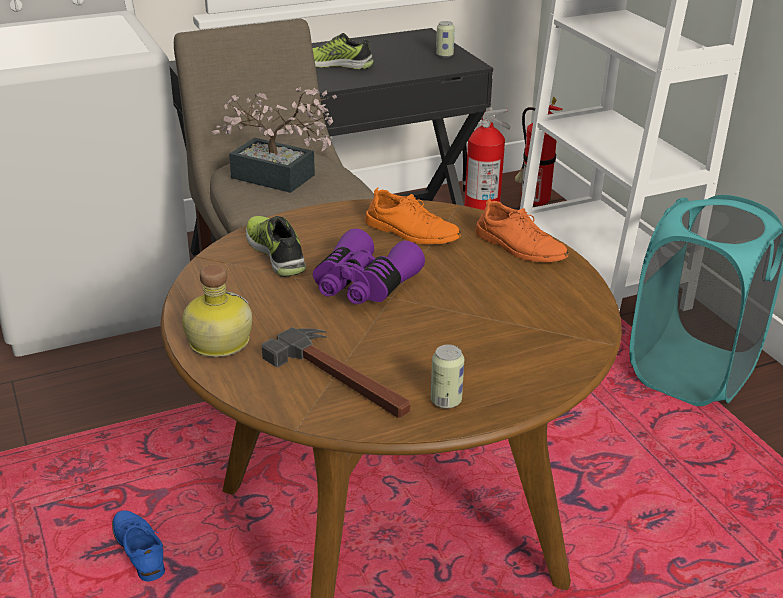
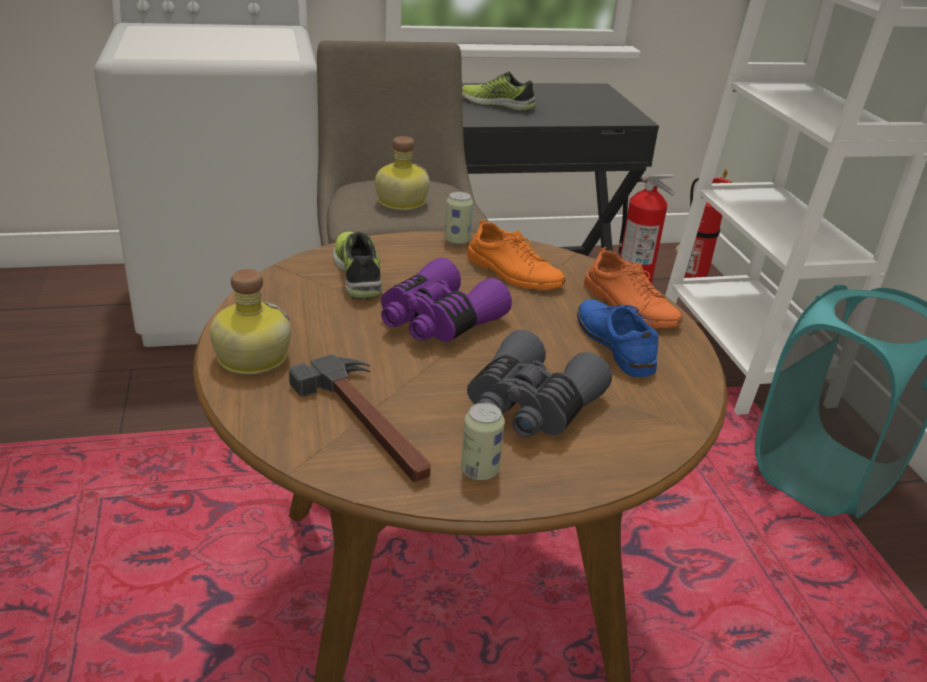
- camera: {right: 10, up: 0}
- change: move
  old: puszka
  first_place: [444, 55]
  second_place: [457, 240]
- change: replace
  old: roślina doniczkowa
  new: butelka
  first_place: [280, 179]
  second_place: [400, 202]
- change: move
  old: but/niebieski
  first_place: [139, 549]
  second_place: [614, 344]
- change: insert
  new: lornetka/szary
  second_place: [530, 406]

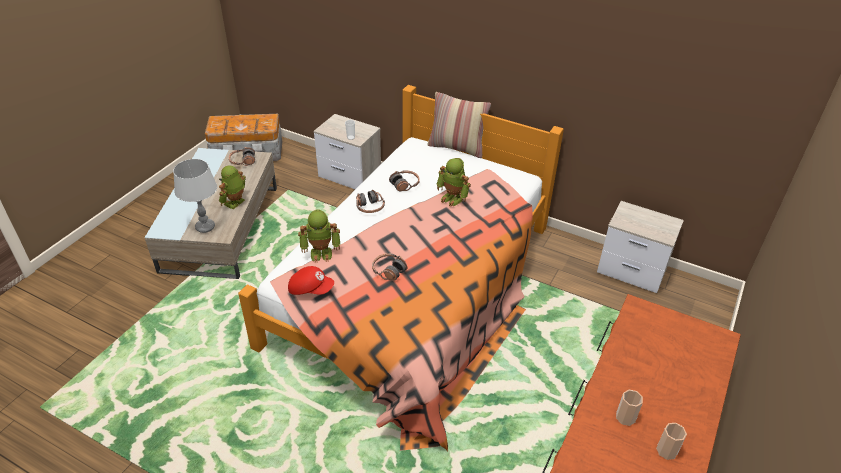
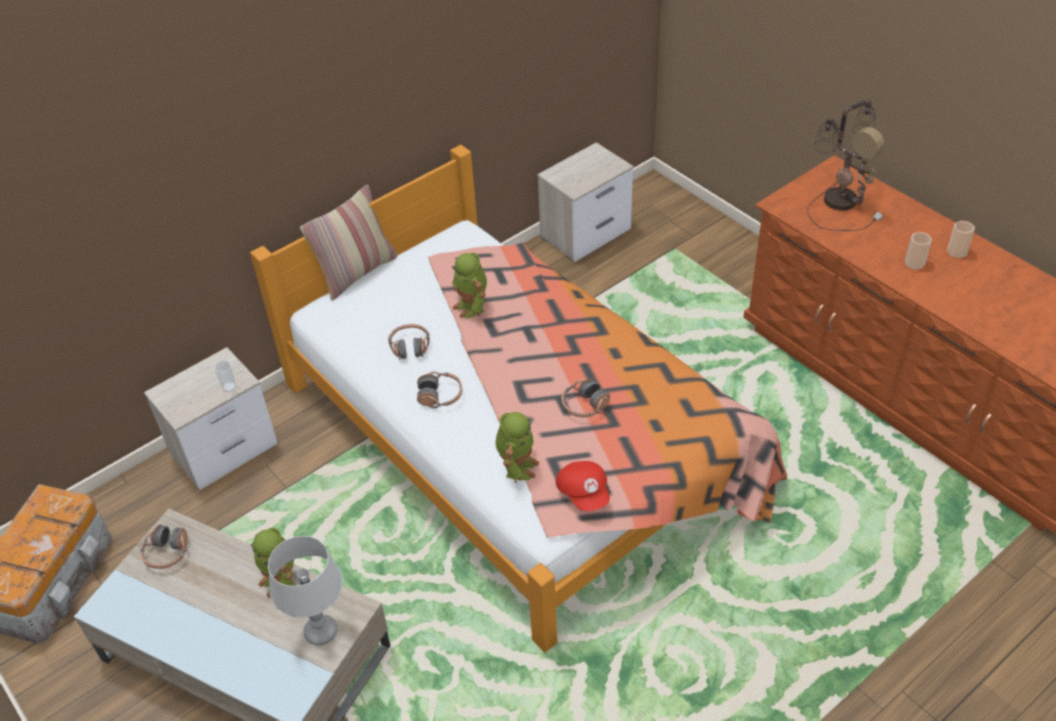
- camera: {right: -65, up: 5}
- change: rotate
  old: robot zabawkowy
  first_place: [453, 198]
  second_place: [472, 306]
  degrees: 90
- change: rotate
  old: czapka z daszkiem/czerwony
  first_place: [311, 289]
  second_place: [584, 493]
  degrees: 120
- change: insert
  new: lampa stołowa
  second_place: [839, 199]

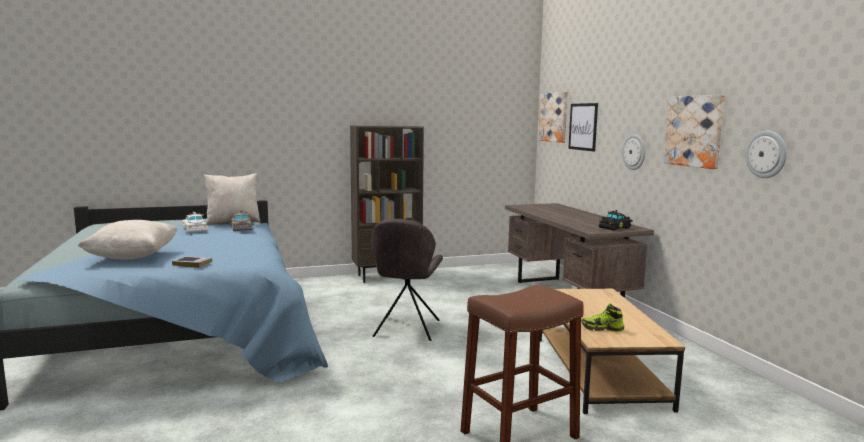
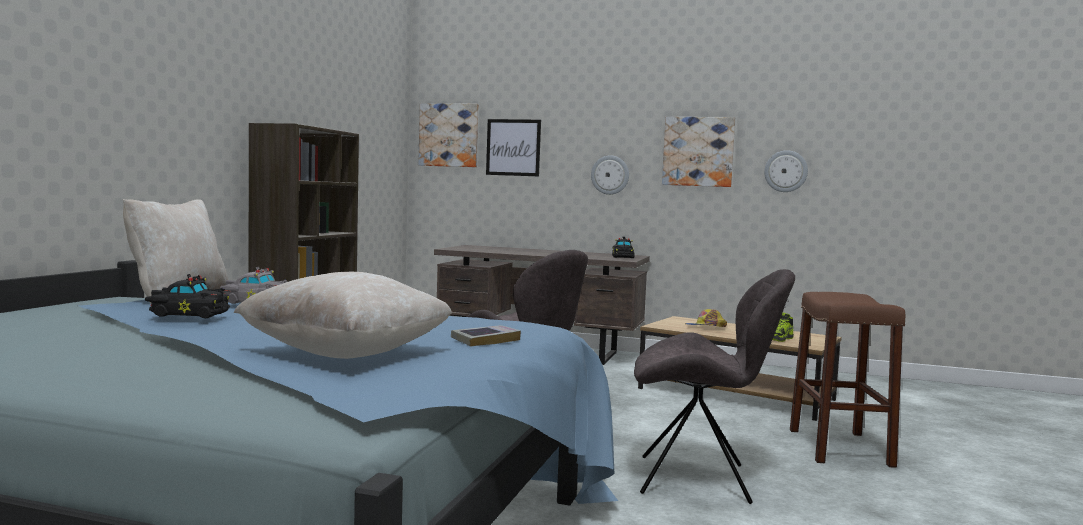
- camera: {right: -55, up: -5}
- change: recolor
  old: samochodzik/biały
  new: samochodzik/czarny
  first_place: [195, 229]
  second_place: [188, 314]
- change: insert
  new: krzesło/szary
  second_place: [699, 480]
- change: insert
  new: czapka z daszkiem
  second_place: [705, 327]

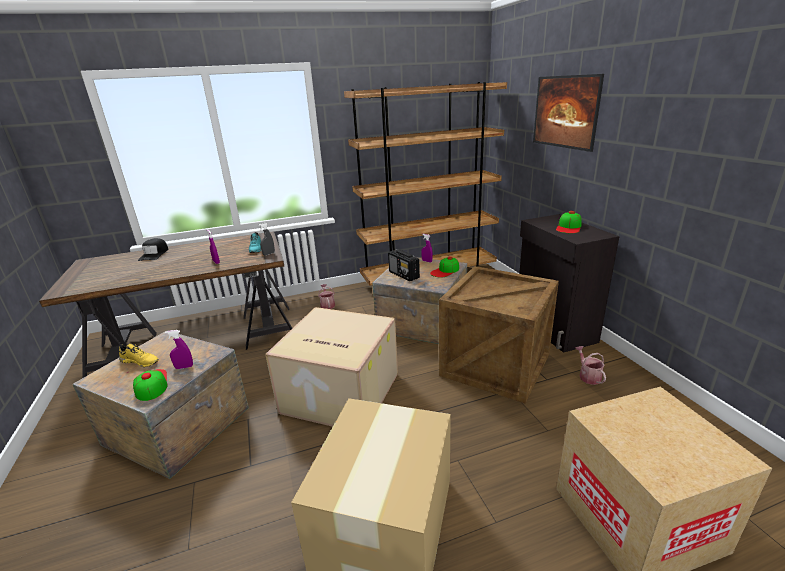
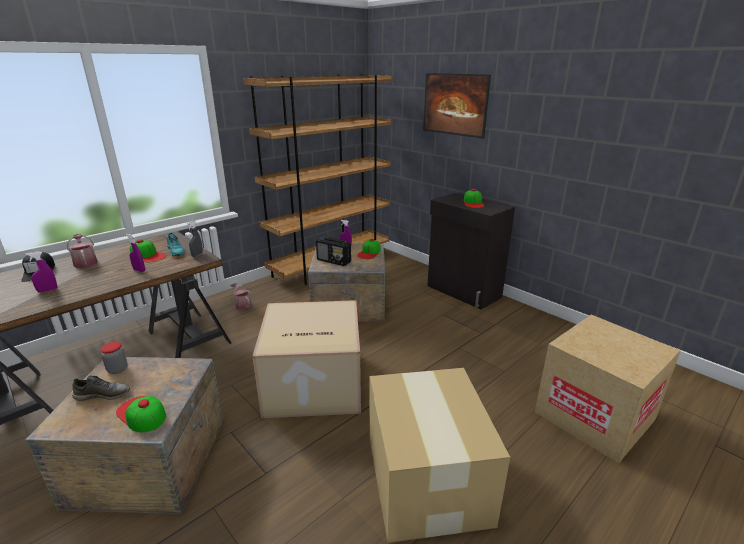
- camera: {right: -25, up: 0}
- change: delete
  old: skrzynka
  first_place: [493, 365]
- change: move
  old: spryskiwacz/fioletowy
  first_place: [184, 367]
  second_place: [47, 290]
- change: recolor
  old: but/żółty
  new: but/szary
  first_place: [141, 361]
  second_place: [103, 394]
- change: move
  old: konewka
  first_place: [588, 376]
  second_place: [85, 262]
- change: insert
  new: czapka z daszkiem
  second_place: [148, 255]
- change: insert
  new: słoik
  second_place: [117, 369]

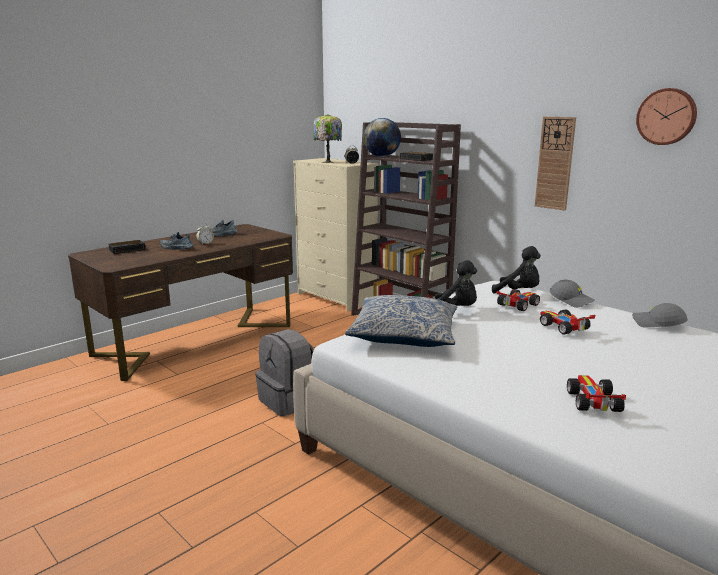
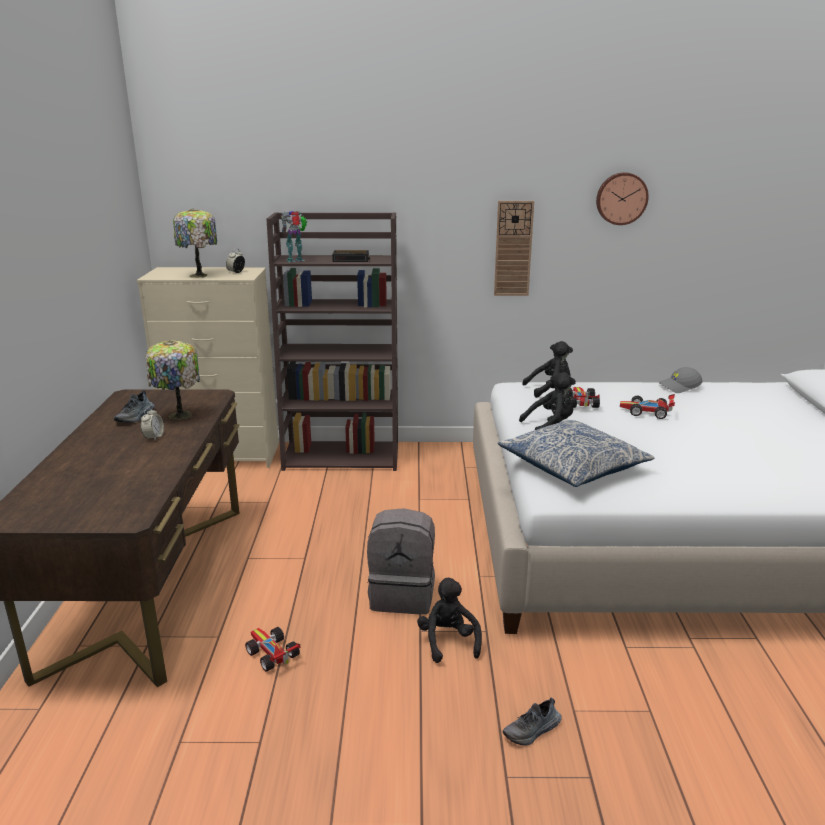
- camera: {right: -45, up: 5}
- change: replace
  old: globus
  new: robot zabawkowy
  first_place: [382, 156]
  second_place: [296, 260]
- change: move
  old: but
  first_place: [176, 248]
  second_place: [532, 731]
- change: delete
  old: budzik
  first_place: [128, 249]
- change: delete
  old: czapka z daszkiem/szary
  first_place: [572, 301]
- change: move
  old: samochodzik
  first_place: [591, 401]
  second_place: [271, 654]
- change: insert
  new: lampa stołowa
  second_place: [178, 416]
- change: insert
  new: pluszak/czarny
  second_place: [448, 641]

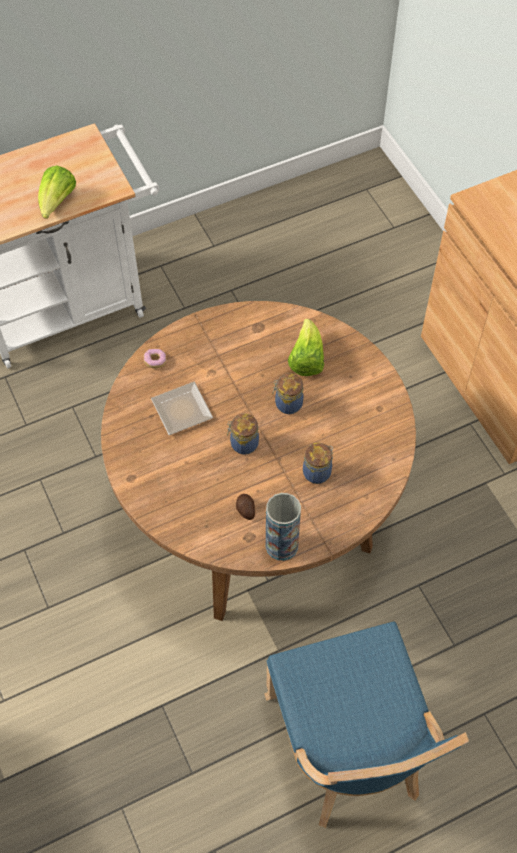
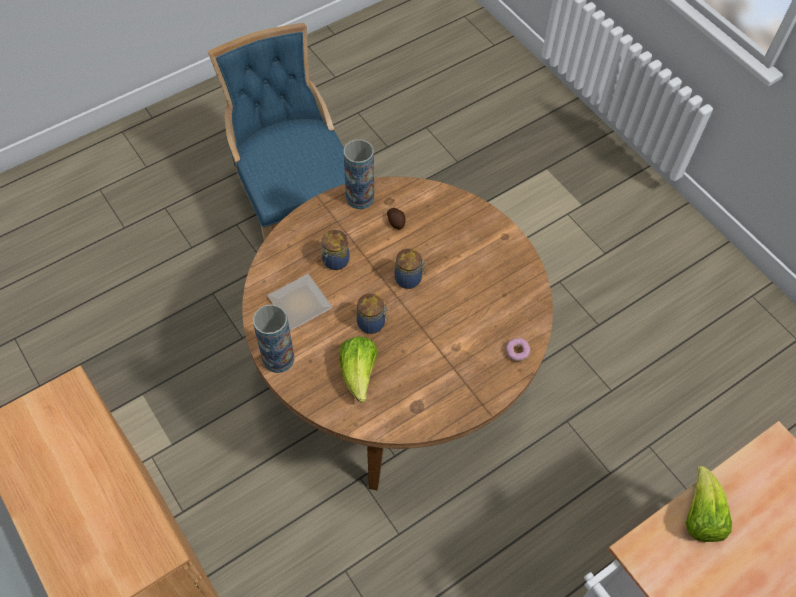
- camera: {right: 170, up: 0}
- change: move
  old: talerz
  first_place: [184, 411]
  second_place: [297, 303]
- change: insert
  new: wazon
  second_place: [278, 358]

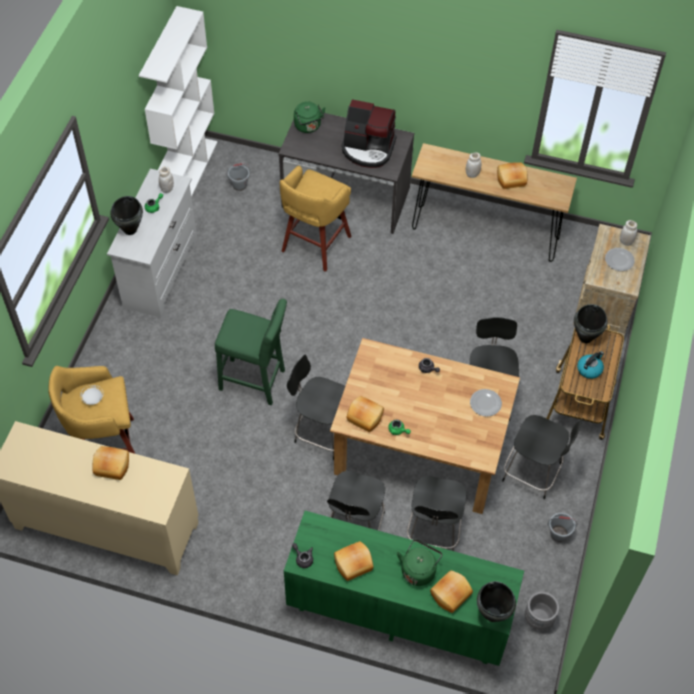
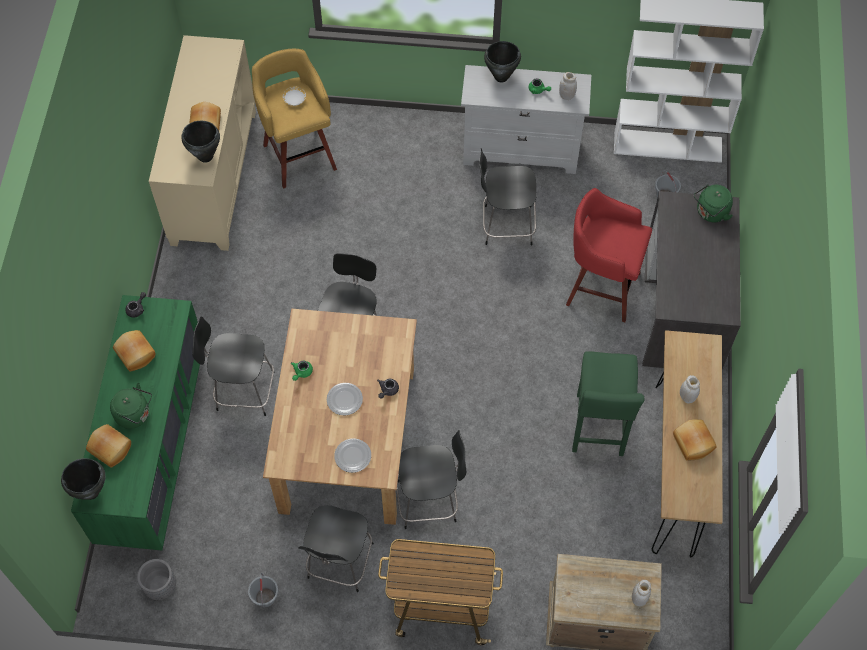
- camera: {right: 80, up: 5}
- change: delete
  old: ekspres do kawy
  first_place: [368, 149]
- change: recolor
  old: stołek/żółty
  new: stołek/czerwony
  first_place: [315, 245]
  second_place: [600, 288]
- change: move
  old: talerz
  first_place: [618, 260]
  second_place: [344, 399]
- change: move
  old: stołek/zielony
  first_place: [255, 382]
  second_place: [598, 428]
- change: move
  old: garnek/czarny
  first_place: [586, 337]
  second_place: [206, 157]
- change: delete
  old: czajnik
  first_place: [589, 369]
- change: delete
  old: chleb
  first_place: [365, 416]
- change: move
  old: krzesło/czarny
  first_place: [433, 532]
  second_place: [505, 225]

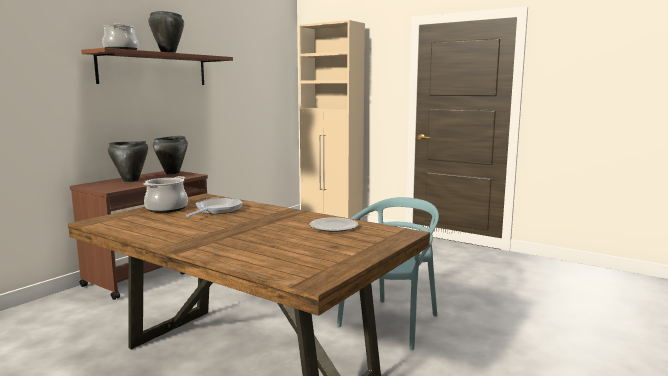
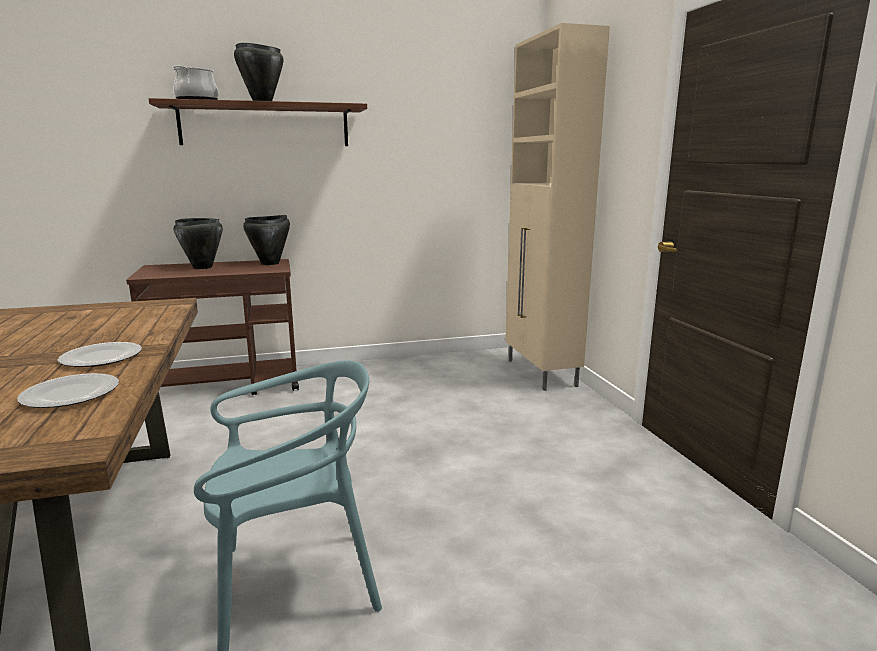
- camera: {right: 40, up: 5}
- change: delete
  old: garnek
  first_place: [166, 209]
- change: delete
  old: patelnia
  first_place: [217, 210]
- change: insert
  new: talerz
  second_place: [102, 357]

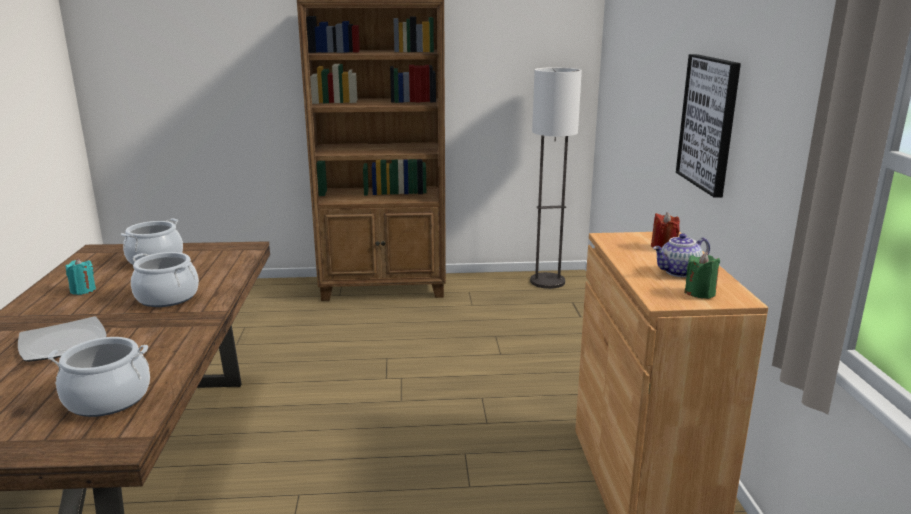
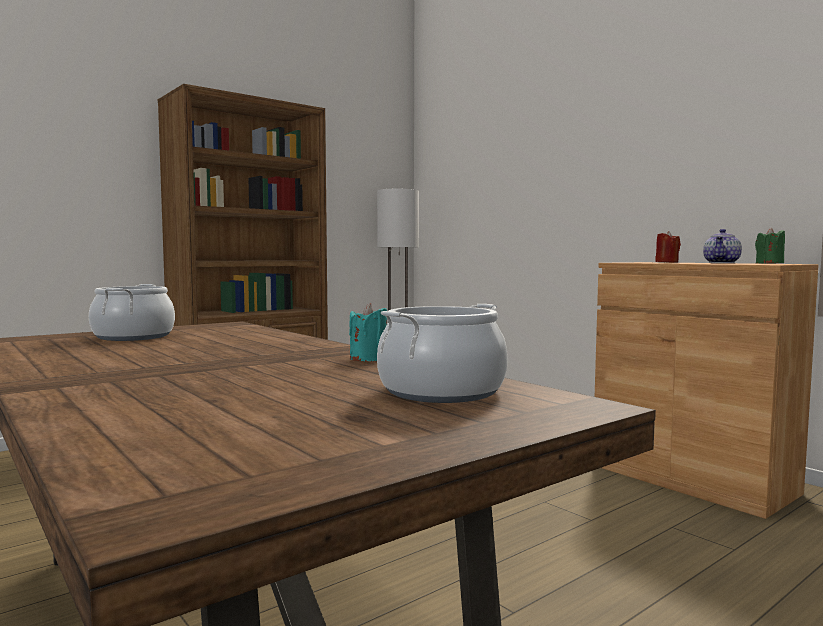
- camera: {right: -35, up: -15}
- change: delete
  old: obraz
  first_place: [709, 123]
- change: delete
  old: garnek
  first_place: [167, 297]
- change: move
  old: świeca/turkusowy
  first_place: [83, 290]
  second_place: [368, 359]
- change: delete
  old: talerz
  first_place: [62, 343]

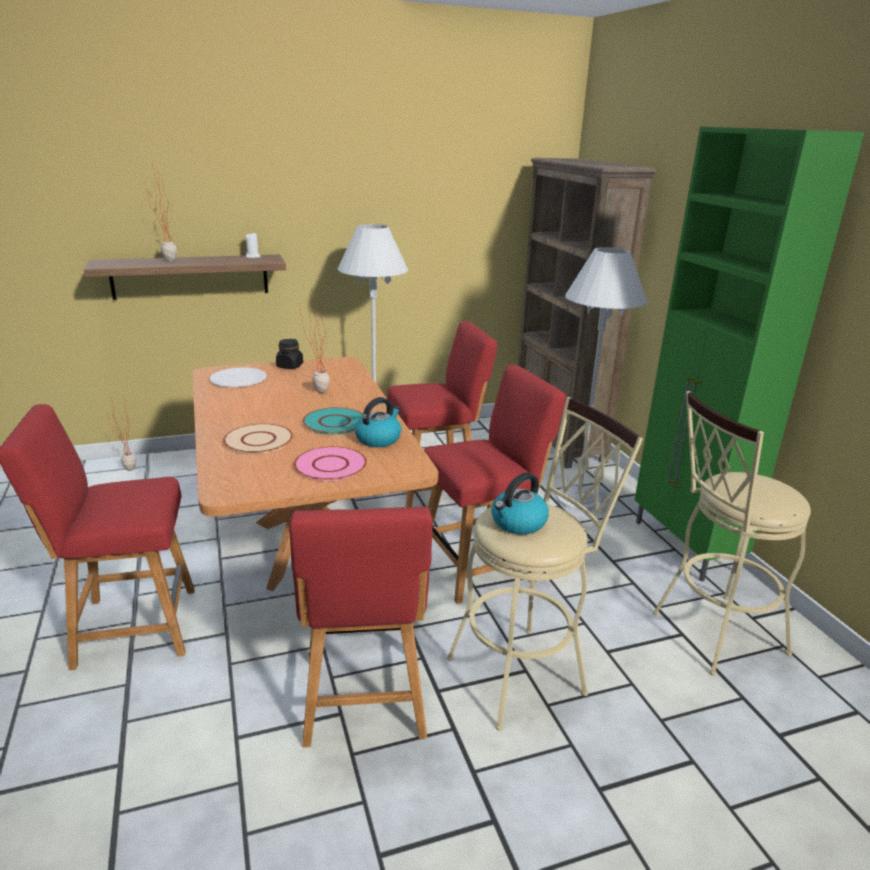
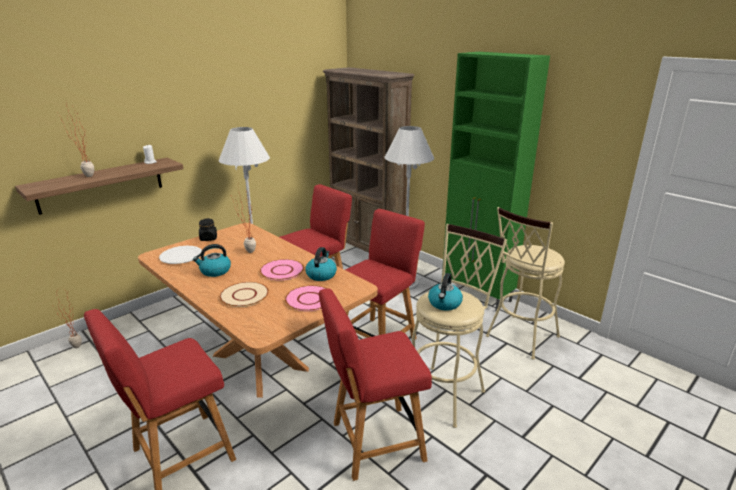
- camera: {right: -25, up: 0}
- change: recolor
  old: talerz/turkusowy
  new: talerz/różowy
  first_place: [334, 422]
  second_place: [282, 270]
- change: rotate
  old: krzesło/czerwony
  first_place: [364, 702]
  second_place: [373, 442]
  degrees: 105
- change: insert
  new: czajnik
  second_place: [215, 271]

